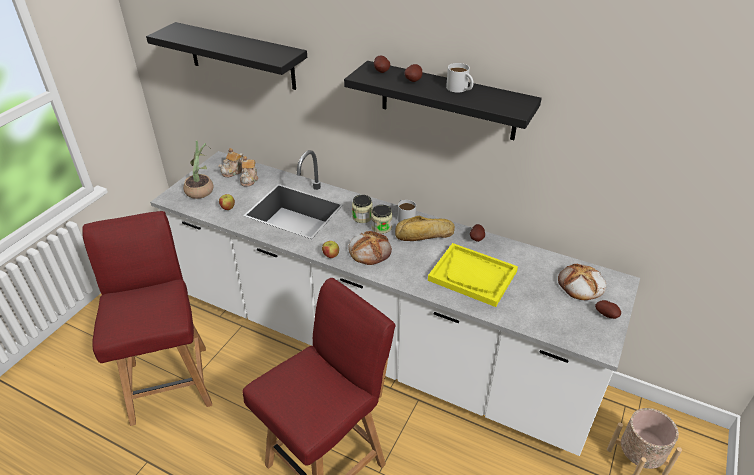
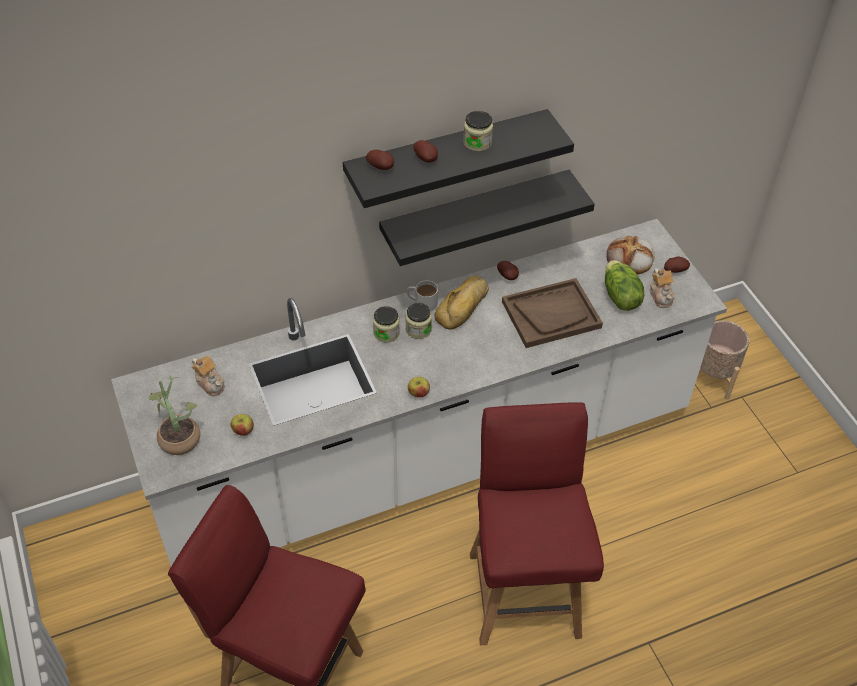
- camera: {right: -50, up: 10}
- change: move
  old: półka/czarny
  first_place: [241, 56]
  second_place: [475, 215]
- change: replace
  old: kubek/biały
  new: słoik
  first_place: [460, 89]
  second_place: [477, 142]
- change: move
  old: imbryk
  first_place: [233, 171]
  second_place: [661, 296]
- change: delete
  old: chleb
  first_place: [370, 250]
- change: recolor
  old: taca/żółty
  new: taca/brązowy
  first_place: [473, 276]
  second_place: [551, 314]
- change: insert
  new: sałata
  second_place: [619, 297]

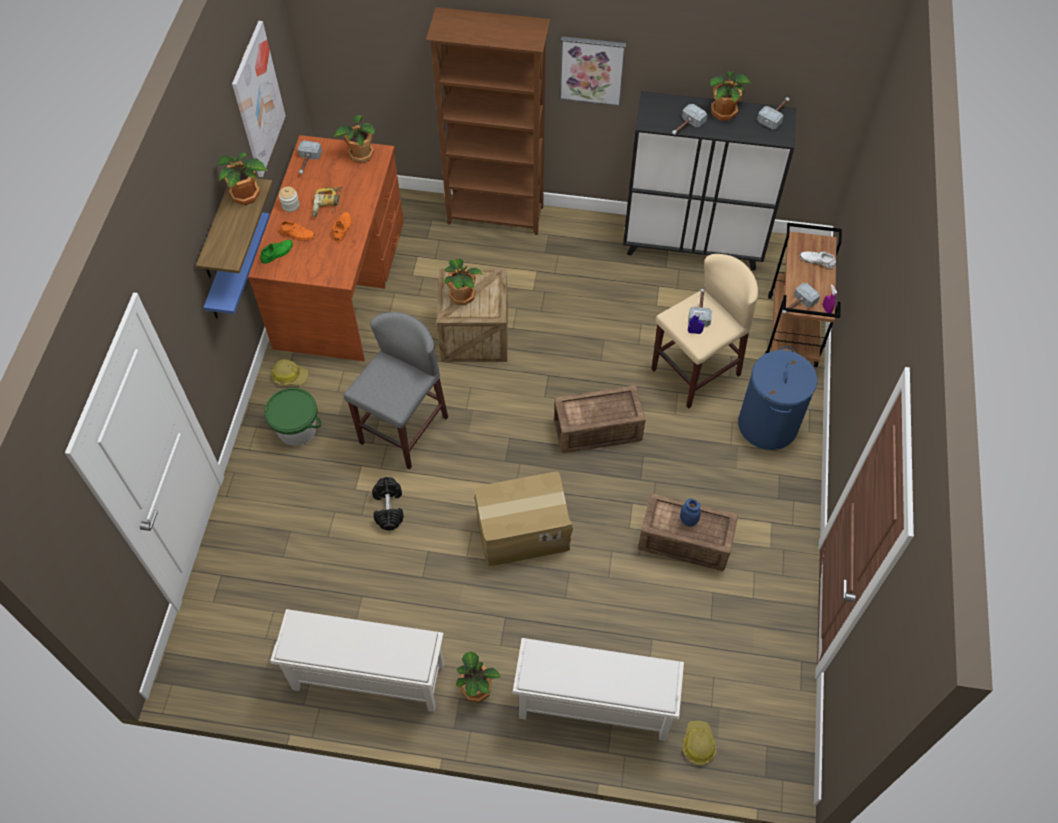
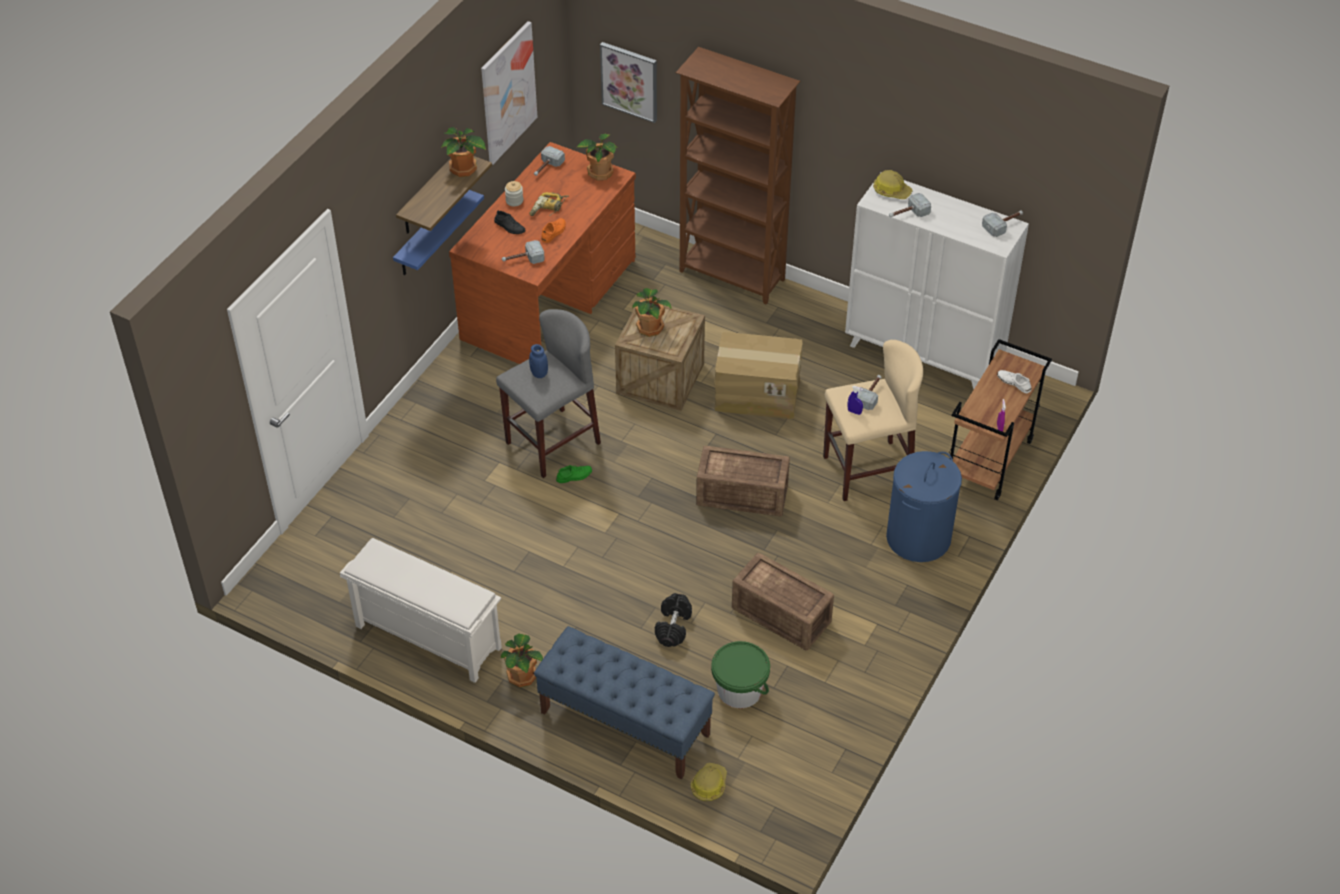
- camera: {right: 20, up: -10}
- change: move
  old: obraz
  first_place: [592, 70]
  second_place: [630, 81]
- change: delete
  old: roślina doniczkowa
  first_place: [724, 112]
- change: recolor
  old: szafka/czarny
  new: szafka/biały
  first_place: [693, 246]
  second_place: [923, 355]
- change: recolor
  old: but/pomarańczowy
  new: but/czarny
  first_place: [297, 234]
  second_place: [509, 227]
- change: move
  old: but/zielony
  first_place: [277, 253]
  second_place: [574, 476]
- change: move
  old: młotek
  first_place: [796, 305]
  second_place: [522, 259]
- change: move
  old: kask
  first_place: [289, 376]
  second_place: [891, 190]
- change: move
  old: wiadro/zielony
  first_place: [297, 429]
  second_place: [739, 690]
- change: move
  old: karton
  first_place: [523, 531]
  second_place: [757, 393]
- change: move
  old: hantel/czarny
  first_place: [388, 508]
  second_place: [673, 626]
- change: move
  old: słoik/niebieski
  first_place: [688, 520]
  second_place: [539, 373]
- change: replace
  old: regał na buty/biały
  new: ławka/niebieski
  first_place: [593, 706]
  second_place: [624, 723]

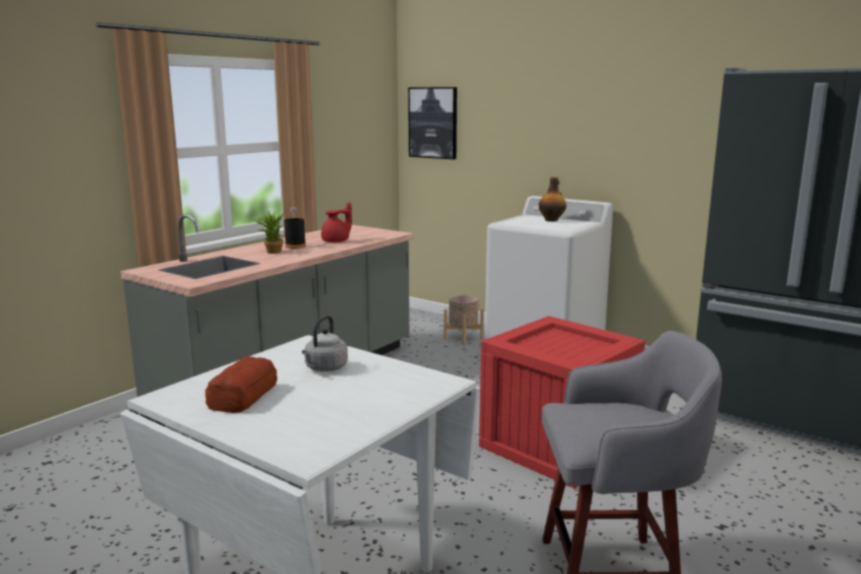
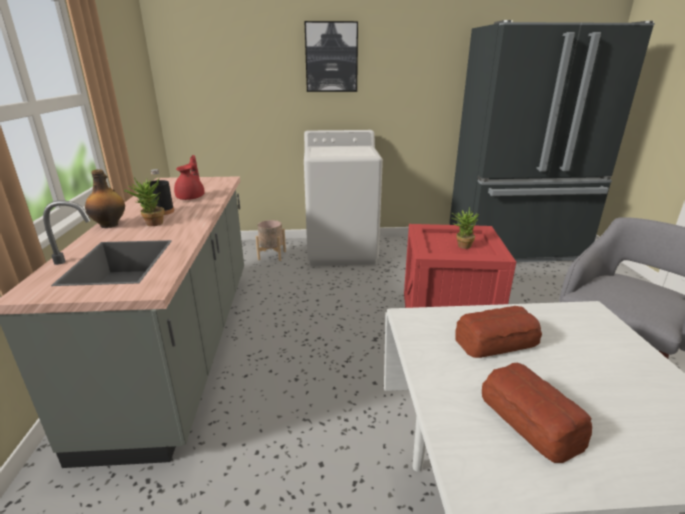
- camera: {right: -40, up: 10}
- change: move
  old: obraz
  first_place: [433, 123]
  second_place: [331, 57]
- change: move
  old: butelka
  first_place: [551, 220]
  second_place: [110, 225]
- change: replace
  old: czajnik/szary
  new: chleb
  first_place: [325, 368]
  second_place: [497, 341]
- change: insert
  new: roślina doniczkowa
  second_place: [461, 245]

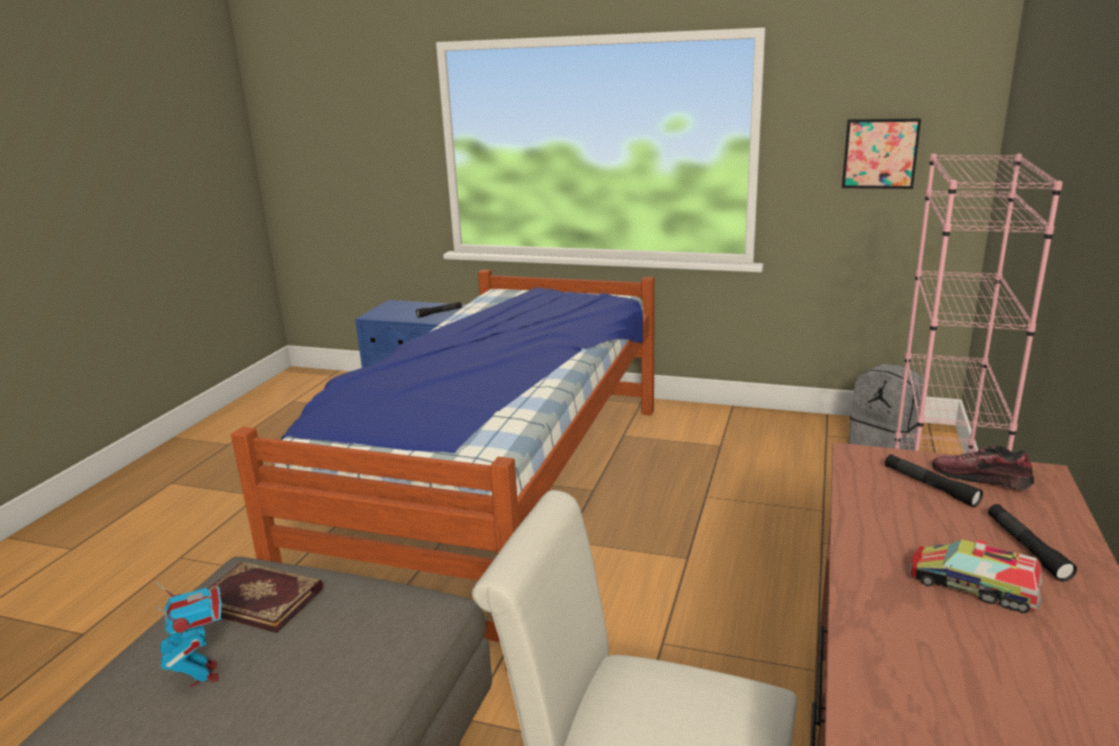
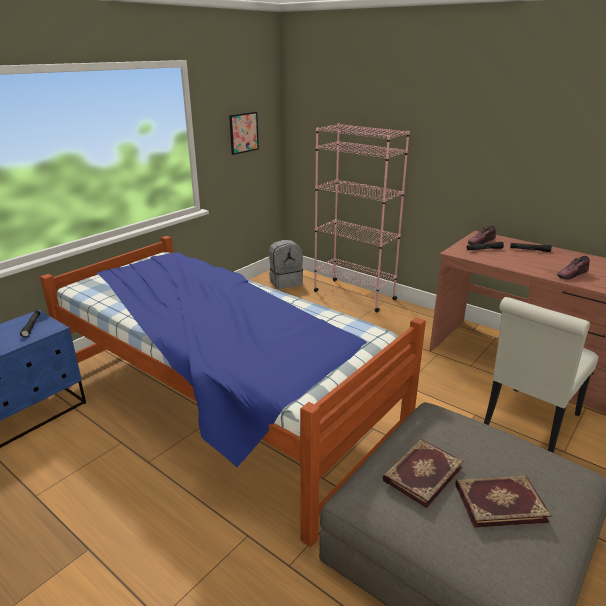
- camera: {right: -70, up: 5}
- change: delete
  old: ciężarówka zabawkowa
  first_place: [972, 587]
- change: replace
  old: robot zabawkowy
  new: książka
  first_place: [204, 675]
  second_place: [499, 502]
- change: insert
  new: but
  second_place: [572, 274]

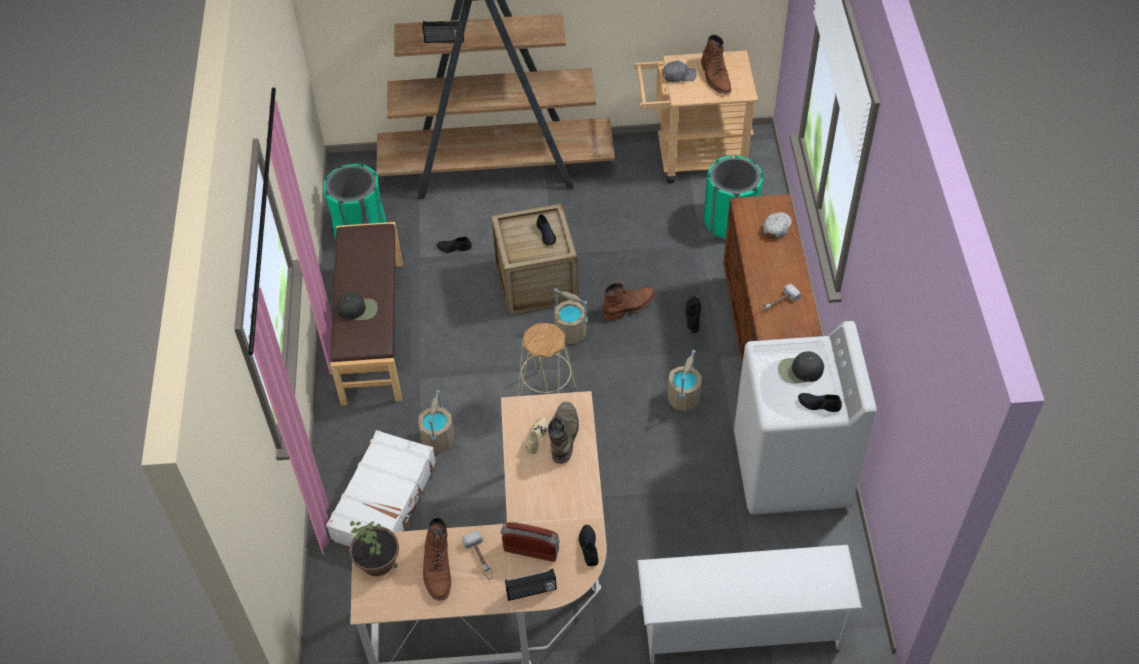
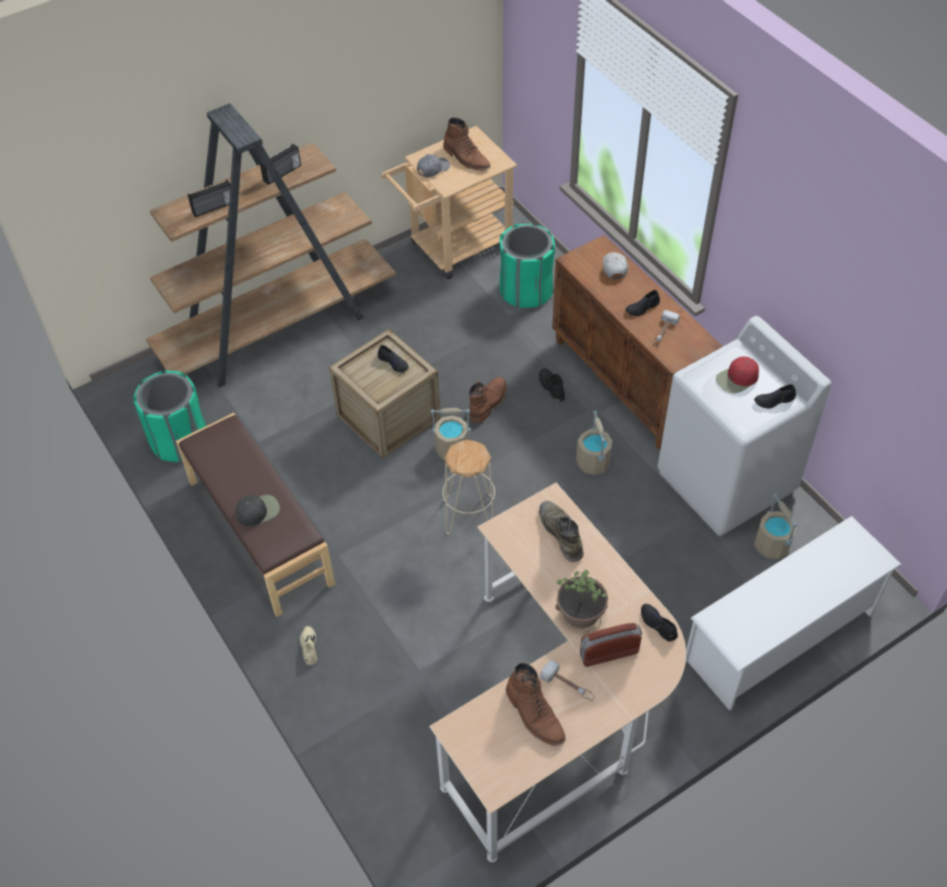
- camera: {right: -30, up: 0}
- change: move
  old: but/czarny
  first_place: [454, 247]
  second_place: [642, 307]
- change: recolor
  old: czapka z daszkiem/czarny
  new: czapka z daszkiem/czerwony
  first_place: [800, 370]
  second_place: [737, 379]
- change: move
  old: wiadro/beżowy
  first_place: [438, 439]
  second_place: [772, 545]
- change: move
  old: but/beżowy
  first_place: [536, 437]
  second_place: [309, 647]
- change: delete
  old: walizka/biały
  first_place: [385, 501]
- change: move
  old: roślina doniczkowa
  first_place: [378, 560]
  second_place: [581, 612]
- change: move
  old: radio
  first_place: [531, 592]
  second_place: [282, 173]

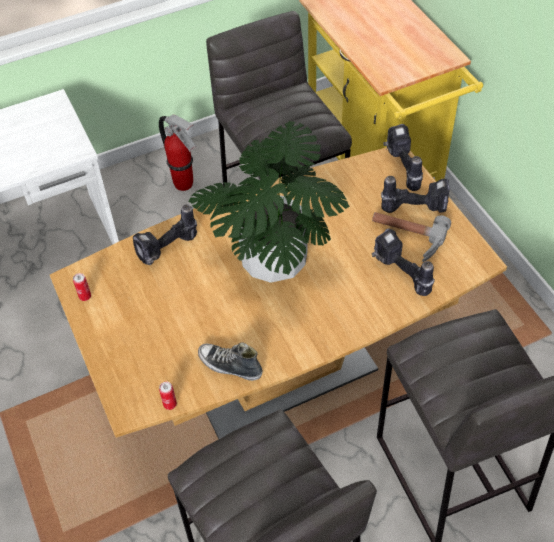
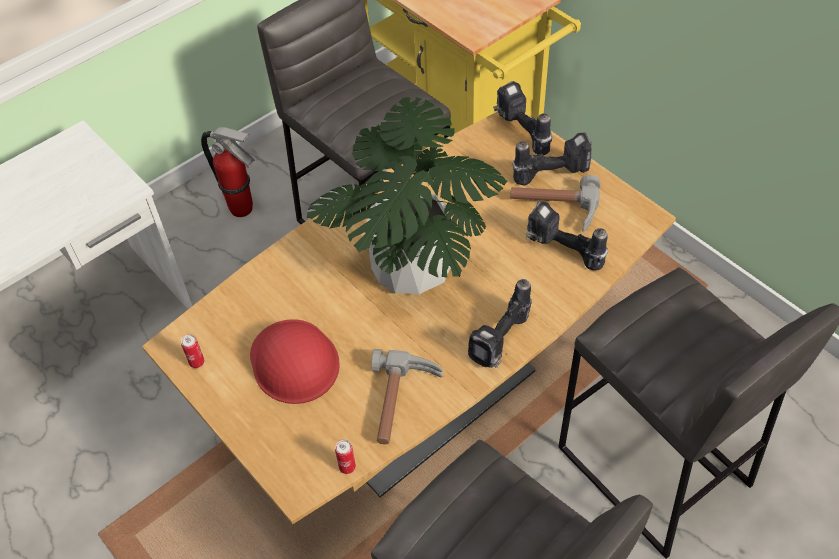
- camera: {right: -15, up: 0}
- change: move
  old: wiertarka
  first_place: [168, 251]
  second_place: [503, 343]
- change: replace
  old: but
  new: młotek
  first_place: [230, 365]
  second_place: [403, 403]
- change: insert
  new: kask/czerwony
  second_place: [294, 361]

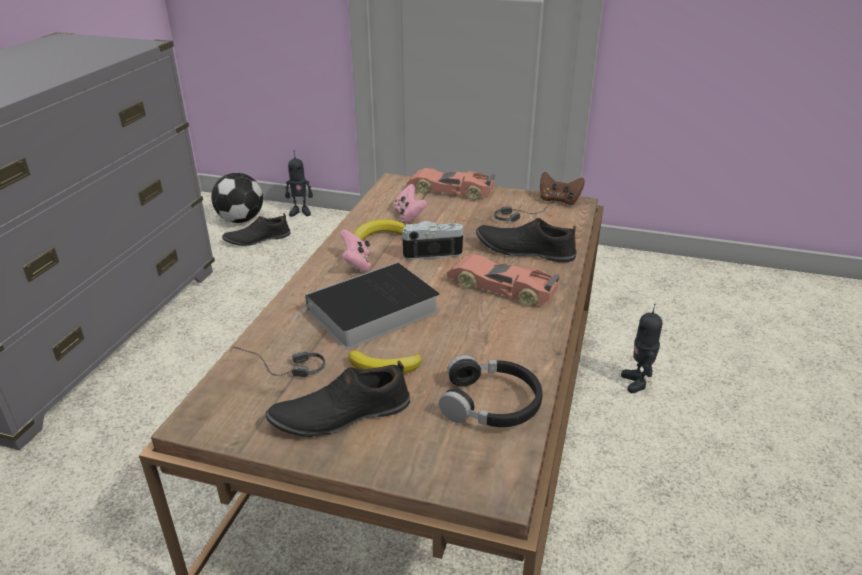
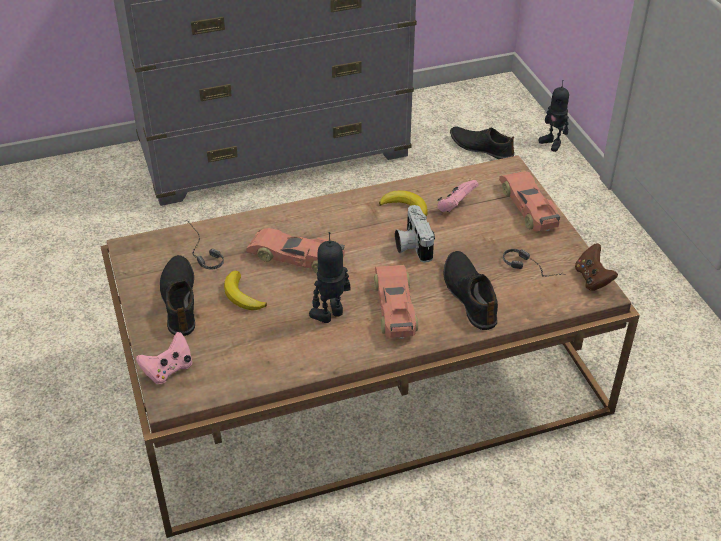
- camera: {right: 55, up: 10}
- change: delete
  old: piłka futbolowa
  first_place: [241, 219]
- change: rotate
  old: aparat fotograficzny
  first_place: [431, 251]
  second_place: [412, 245]
  degrees: -150
- change: move
  old: pad do gier/różowy
  first_place: [356, 264]
  second_place: [168, 370]
- change: replace
  old: książka
  new: samochodzik
  first_place: [370, 313]
  second_place: [296, 257]
- change: move
  old: robot zabawkowy
  first_place: [637, 382]
  second_place: [330, 315]
- change: delete
  old: słuchawki/czarny
  first_place: [491, 404]
- change: rotate
  old: but/czarny
  first_place: [340, 414]
  second_place: [180, 300]
  degrees: 45

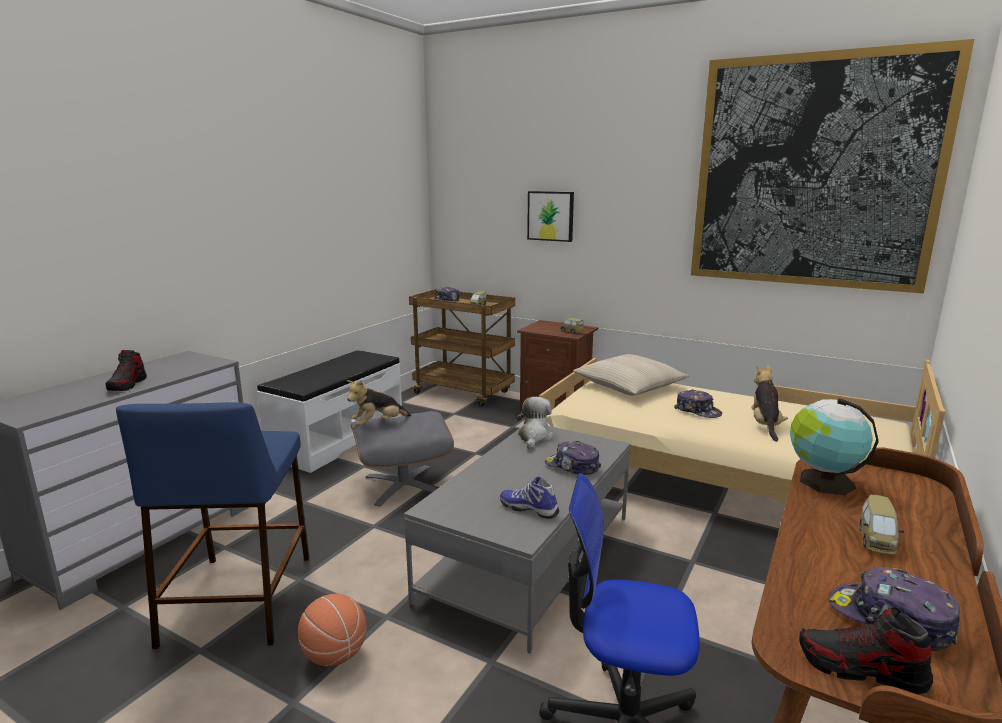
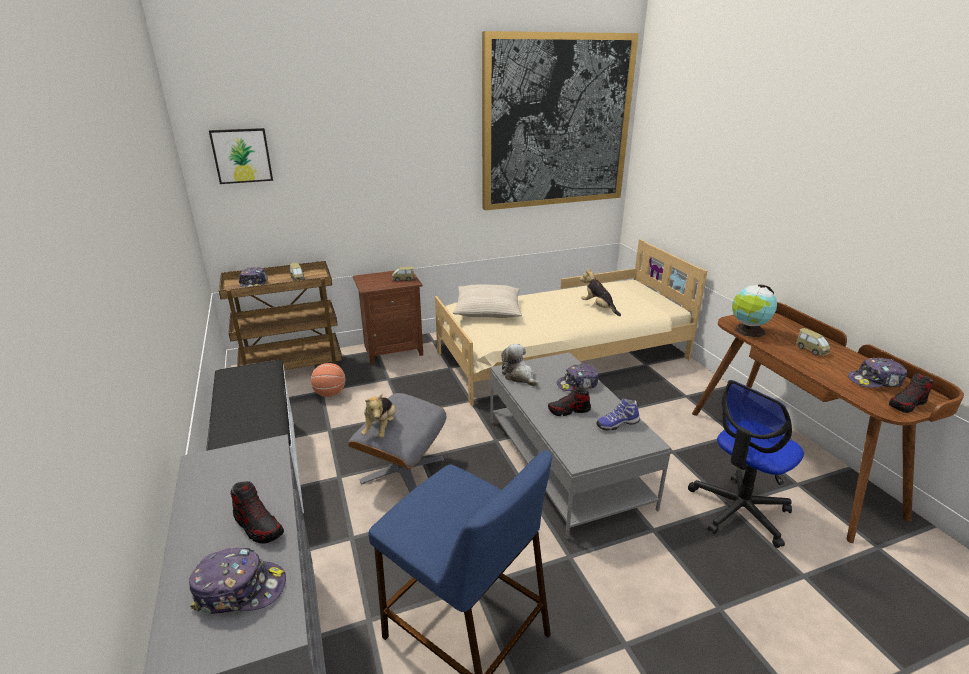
- camera: {right: -50, up: 10}
- change: move
  old: obraz
  first_place: [551, 216]
  second_place: [242, 155]
- change: move
  old: czapka z daszkiem
  first_place: [697, 411]
  second_place: [240, 589]
- change: move
  old: piłka do koszykówki
  first_place: [334, 655]
  second_place: [330, 393]
- change: insert
  new: but
  second_place: [569, 410]

